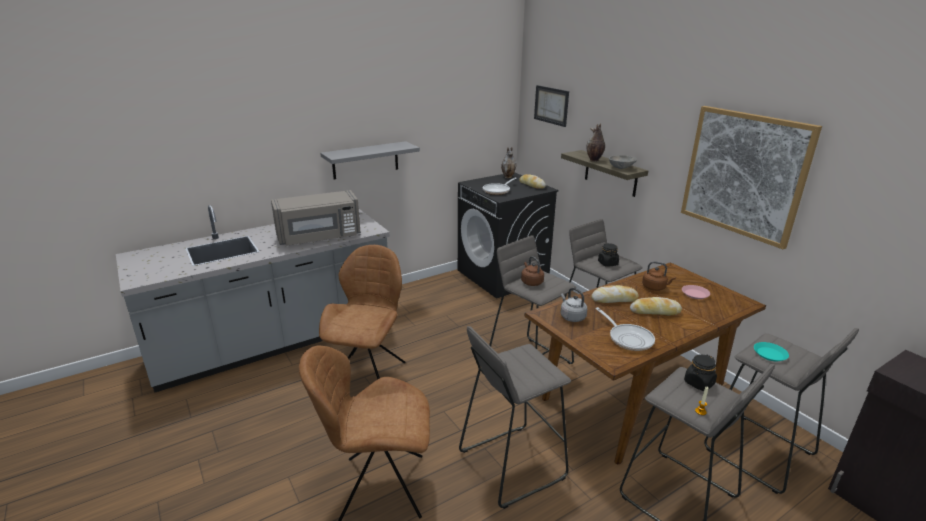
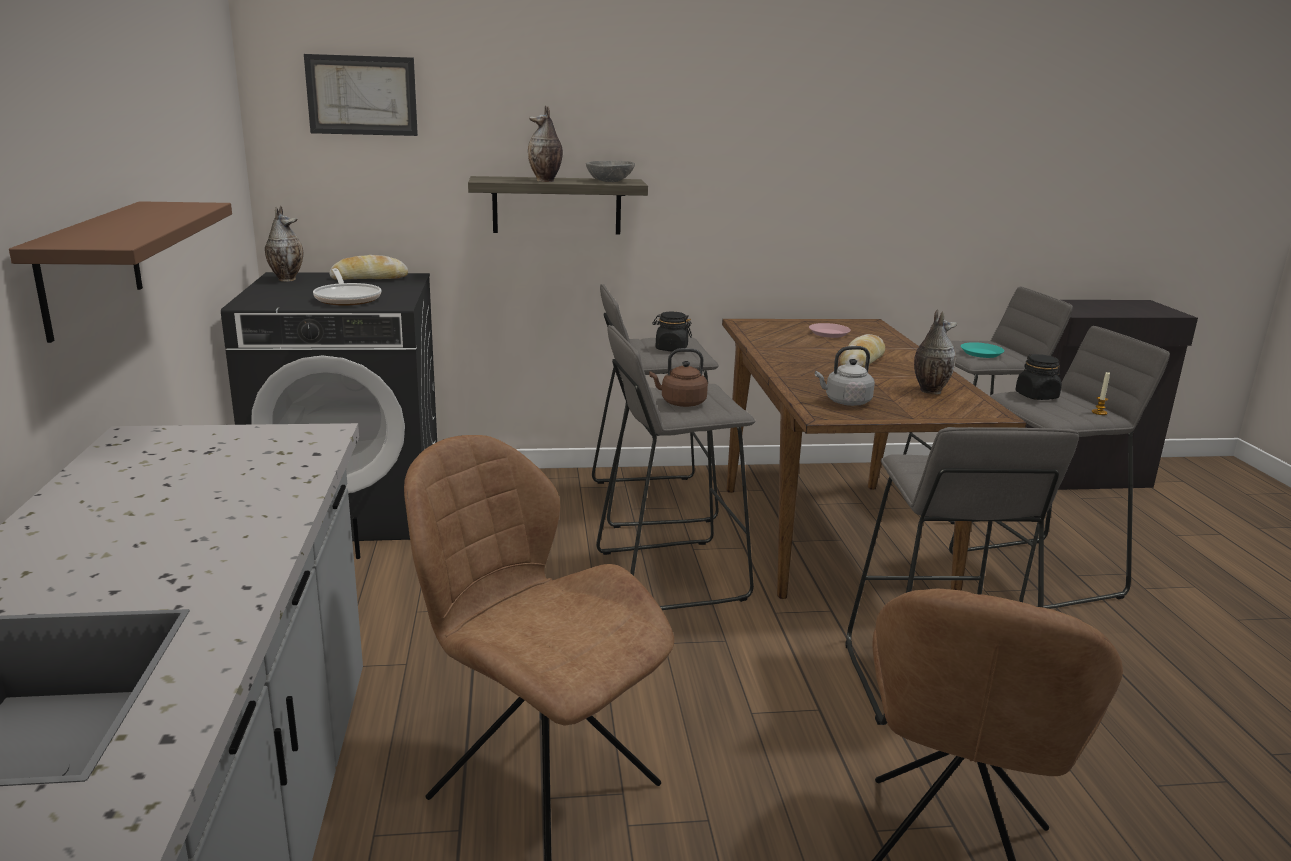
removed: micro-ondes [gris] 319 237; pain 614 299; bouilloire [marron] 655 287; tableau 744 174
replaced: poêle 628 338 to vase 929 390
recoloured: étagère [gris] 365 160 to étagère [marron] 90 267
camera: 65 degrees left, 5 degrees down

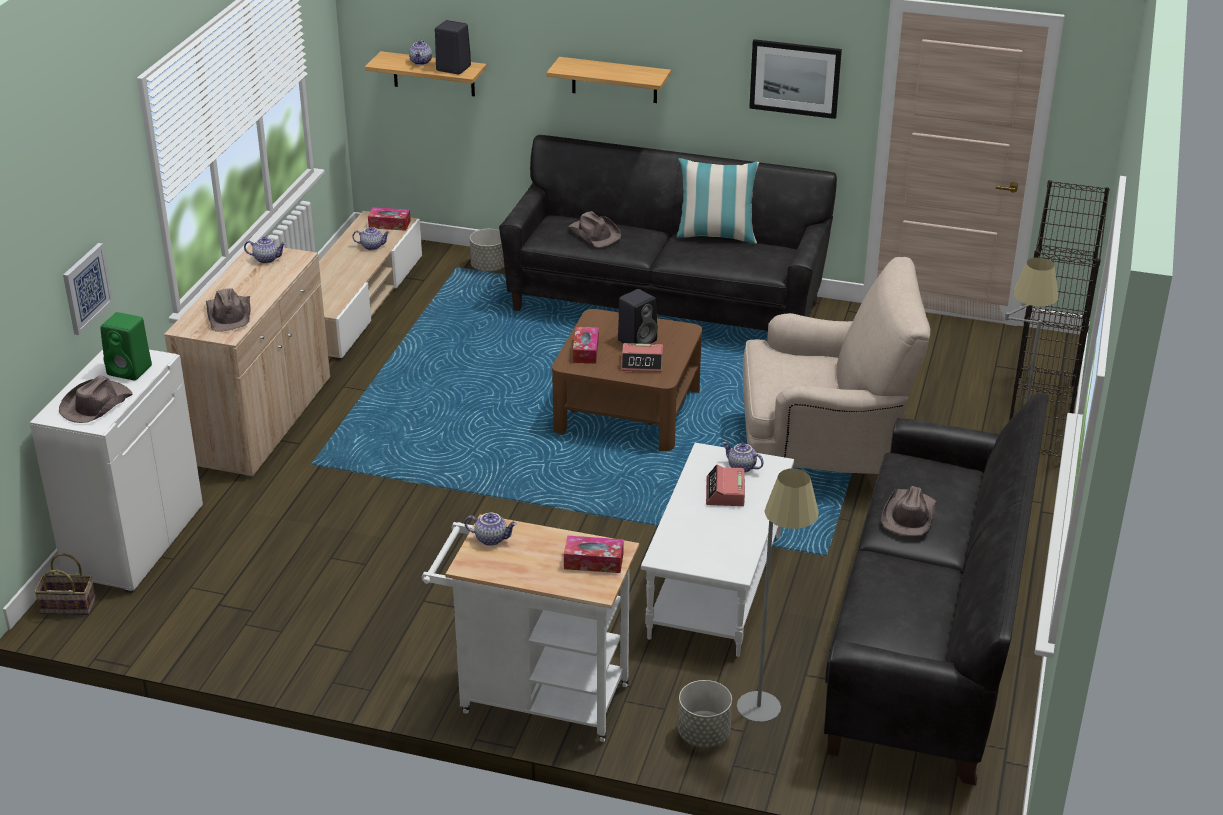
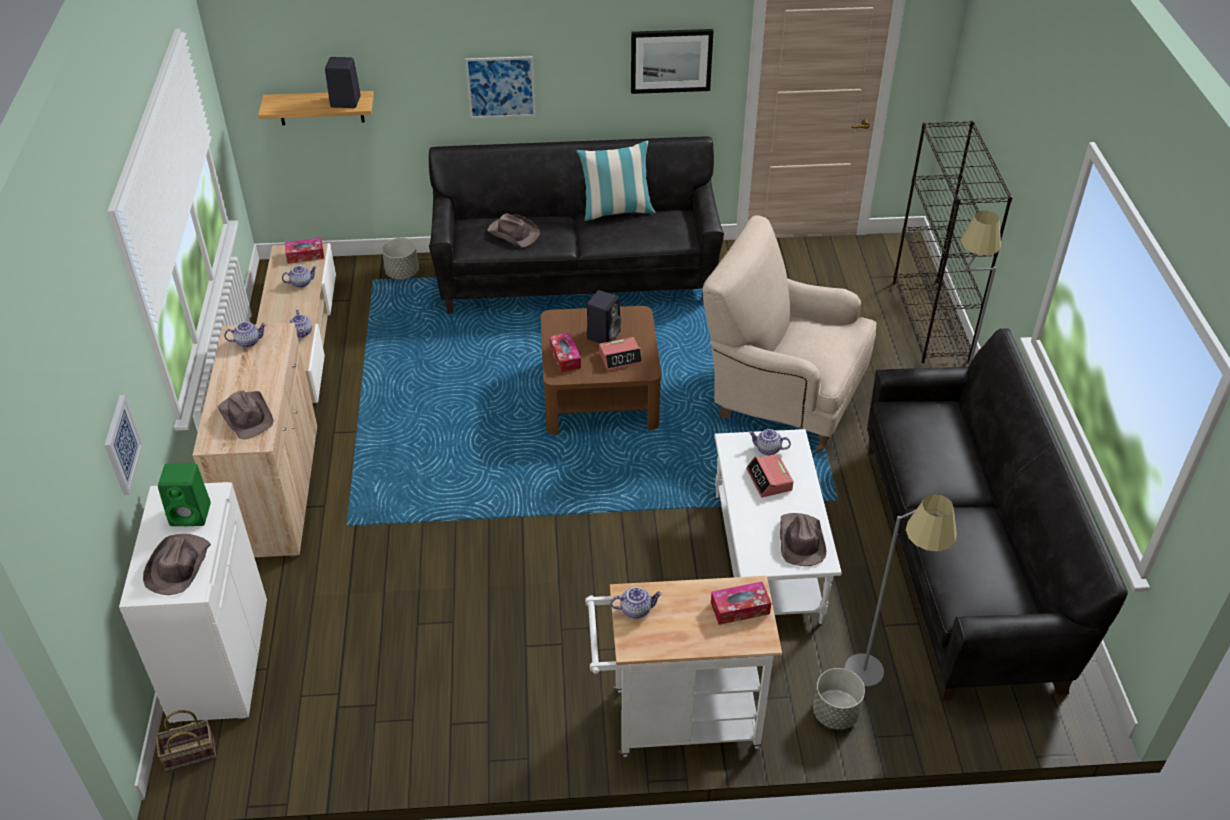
moved: théière 421 62 to 302 332; chapeau [marron] 909 515 to 800 541
replaced: étagère 614 80 to tableau 501 87
turned: fauteuil [beige] 823 453 = 782 398 135 degrees counterclockwise
camera: 20 degrees left, 10 degrees up

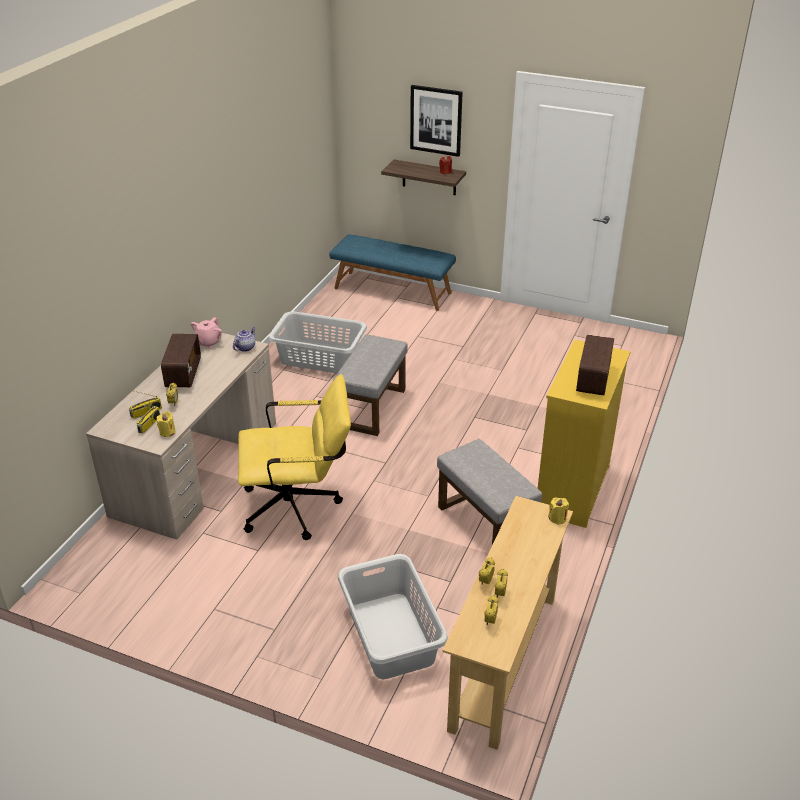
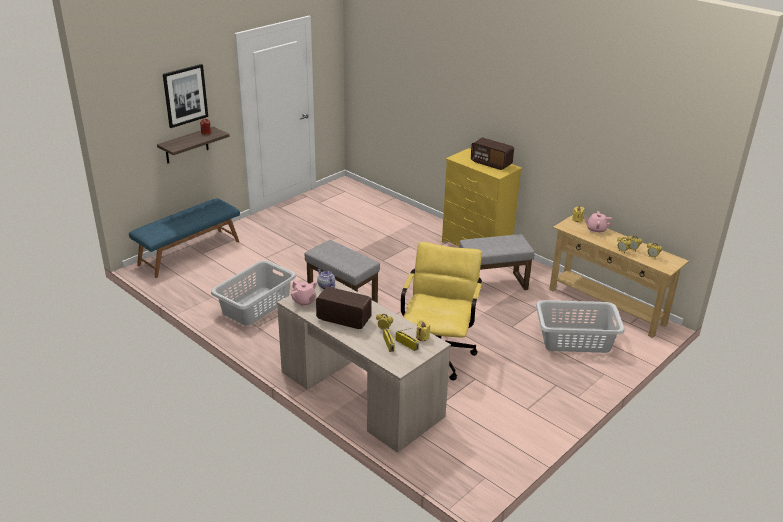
added: théière [rose] 596 229
camera: 70 degrees left, 5 degrees down

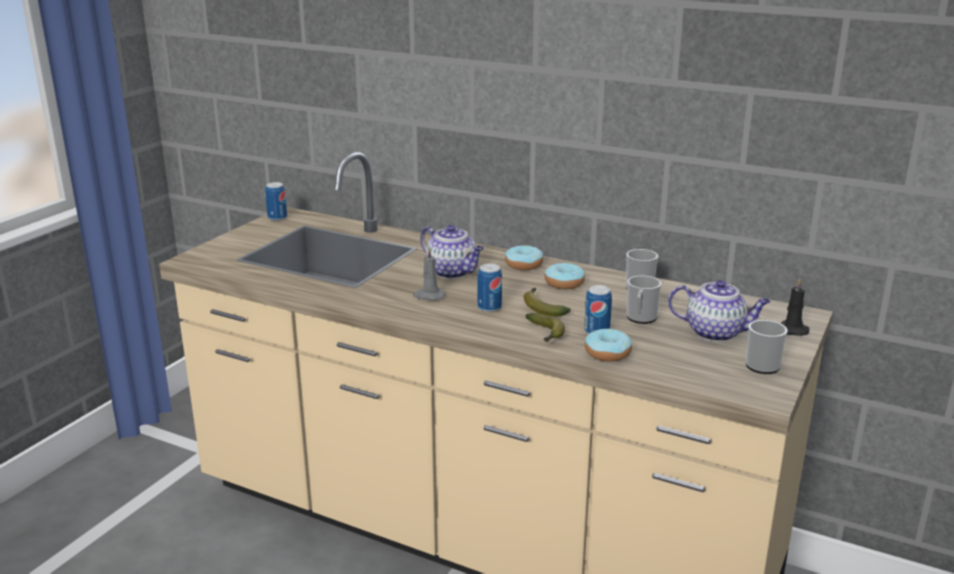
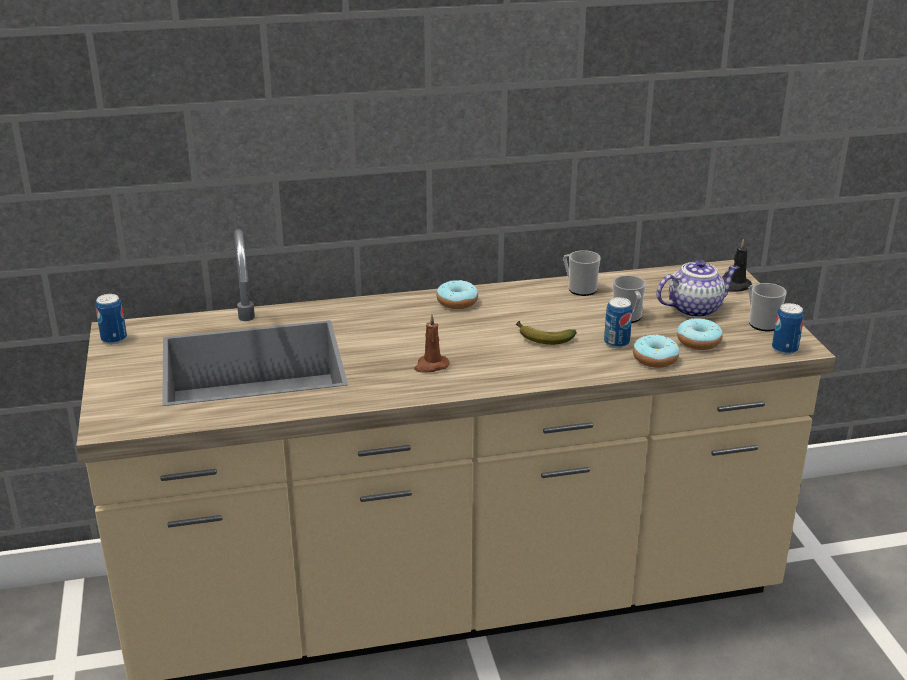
removed: théière 453 272; banane 545 334
moved: boîte métallique 489 307 to 784 349; beignet 564 283 to 698 342
recoloured: bougie [gris] 428 296 to bougie [marron] 431 366
camera: 40 degrees left, 5 degrees up

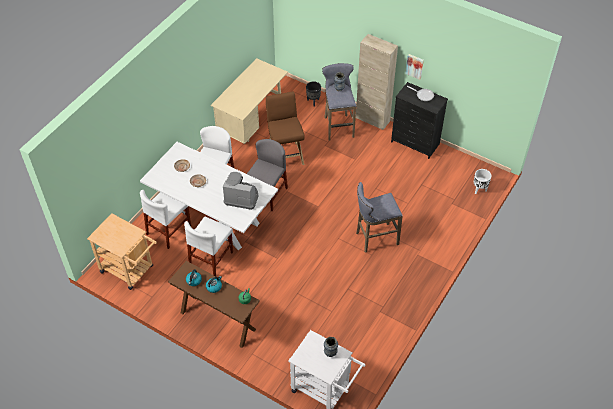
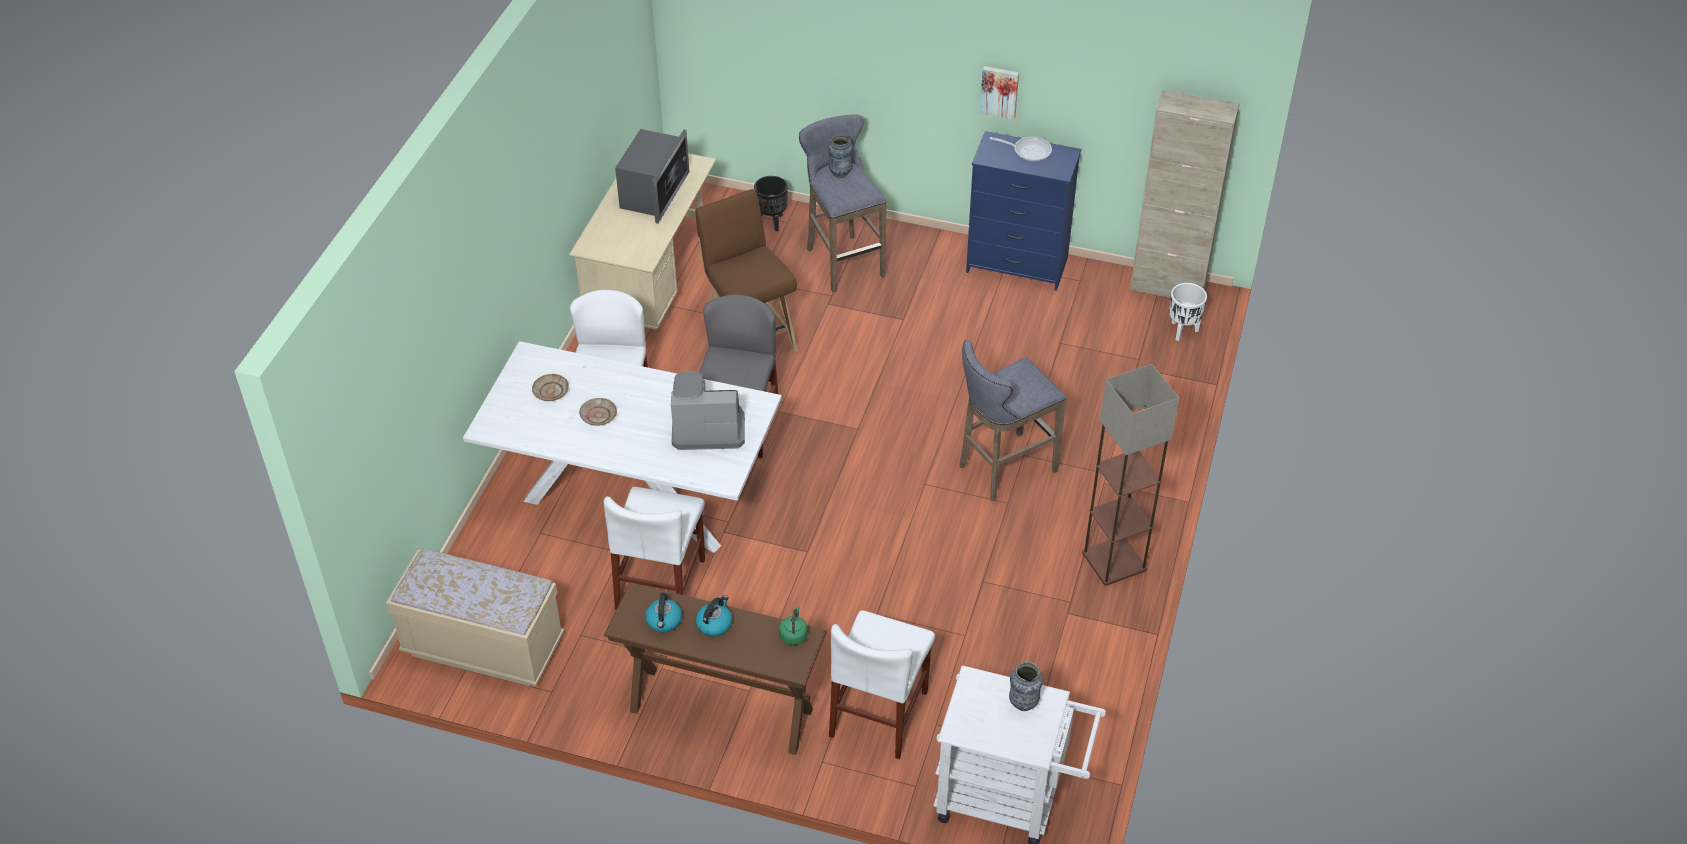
added: micro-ondes 653 192; lampadaire 1114 560
moved: chaise [blanc] 169 230 to 879 713; meuble de rangement [beige] 372 119 to 1167 287
replaced: chariot [beige] 130 271 to banc [beige] 483 647
recoloured: commode [noir] 415 143 to commode [bleu] 1016 265
camera: 15 degrees left, 5 degrees down

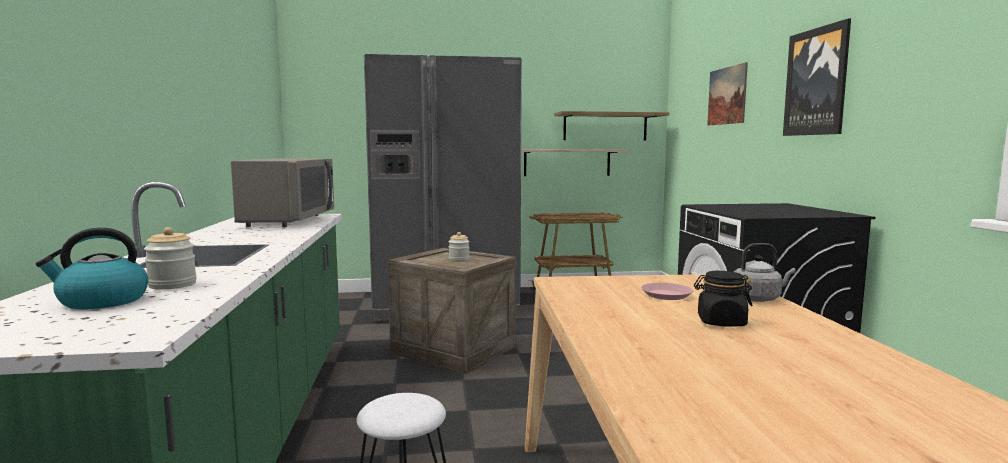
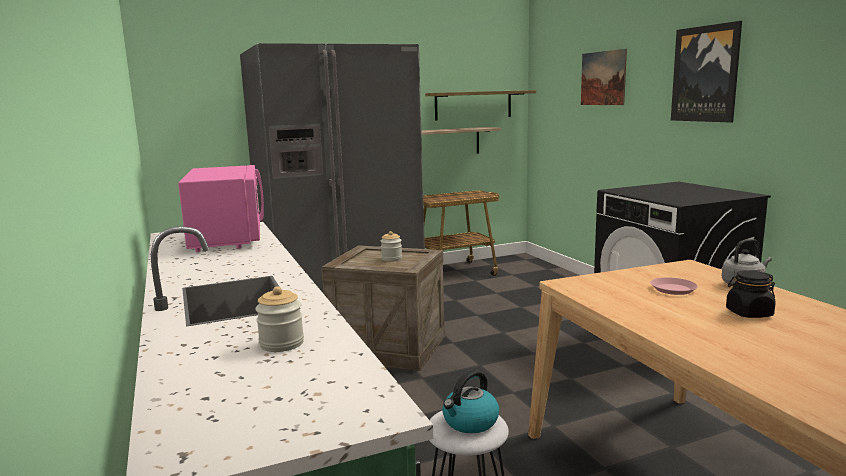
moved: bouilloire 102 301 to 470 422
recoloured: micro-ondes [gris] 289 221 to micro-ondes [rose] 227 238
camera: 15 degrees left, 5 degrees up

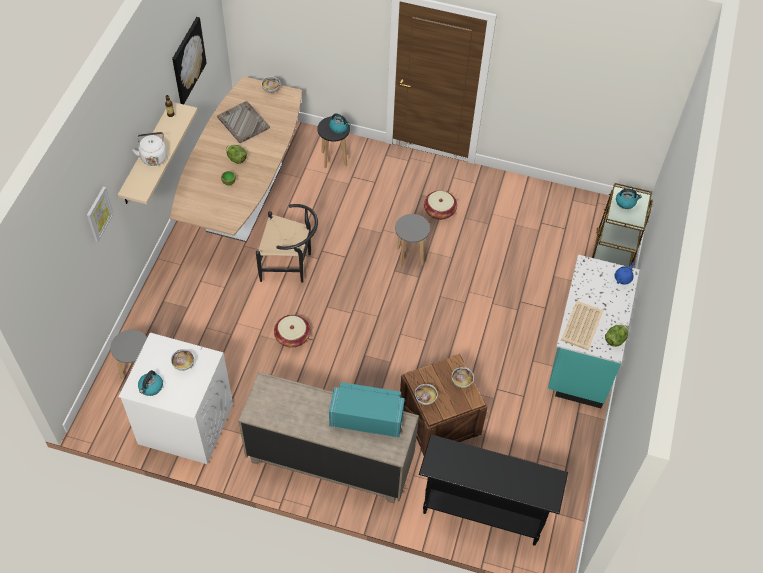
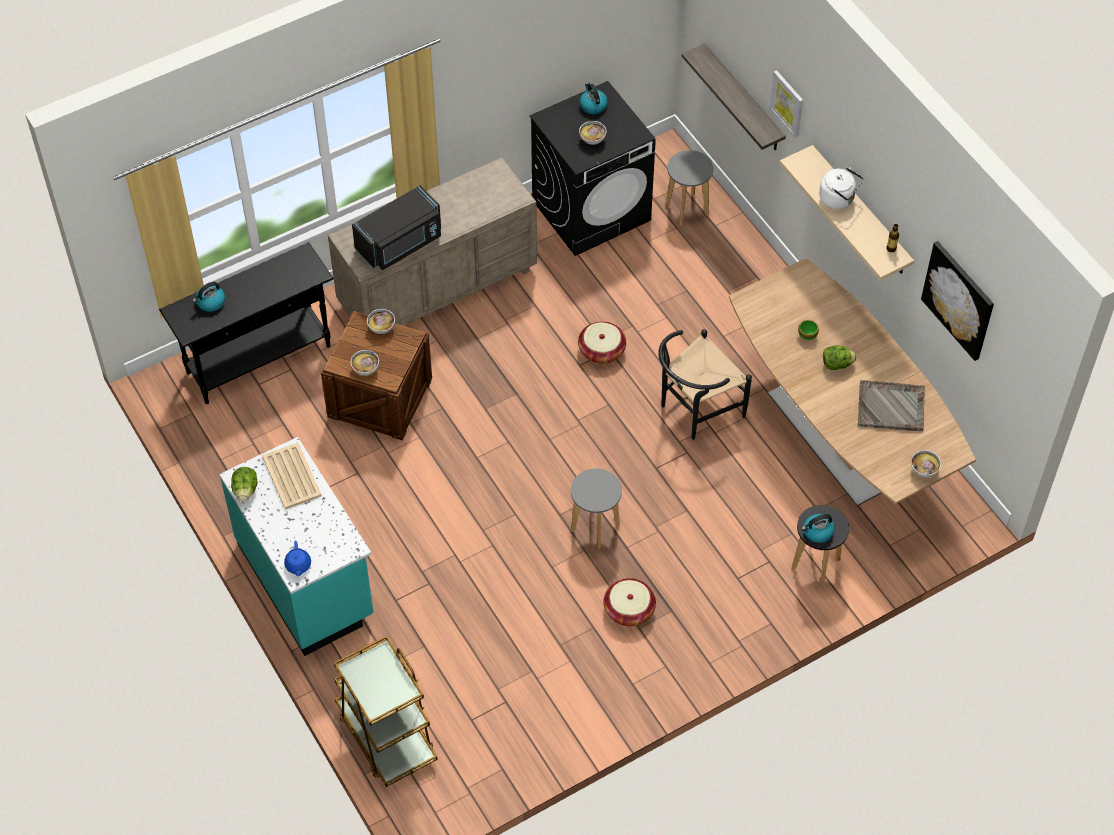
added: étagère 743 100
moved: bouilloire 625 202 to 210 302
recoloured: lave-linge [blanc] 185 423 to lave-linge [noir] 591 210; micro-ondes [turquoise] 367 418 to micro-ondes [noir] 400 243
camera: 135 degrees right, 0 degrees up

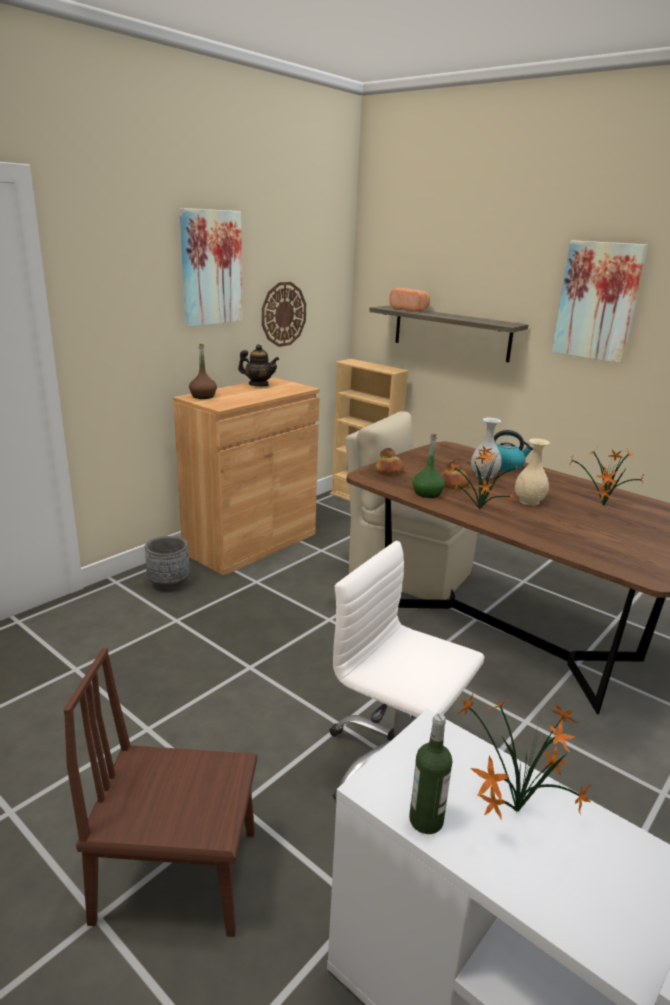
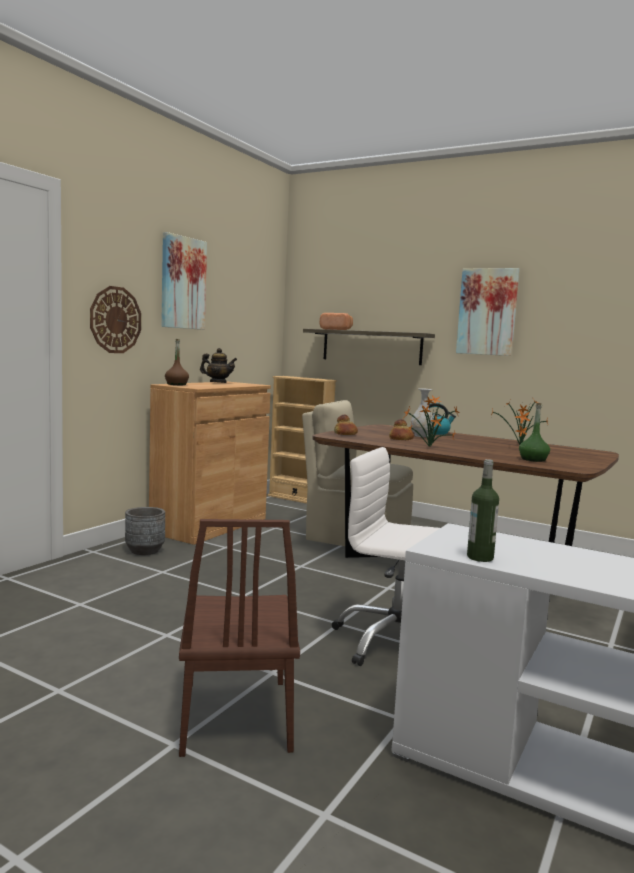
removed: plante en pot 513 813; vase [beige] 529 501
moved: horloge murale 283 314 to 115 320; bouteille [vert] 427 493 to 533 459
turned: chaise [marron] 177 875 = 236 715 90 degrees counterclockwise
camera: 10 degrees left, 15 degrees down

